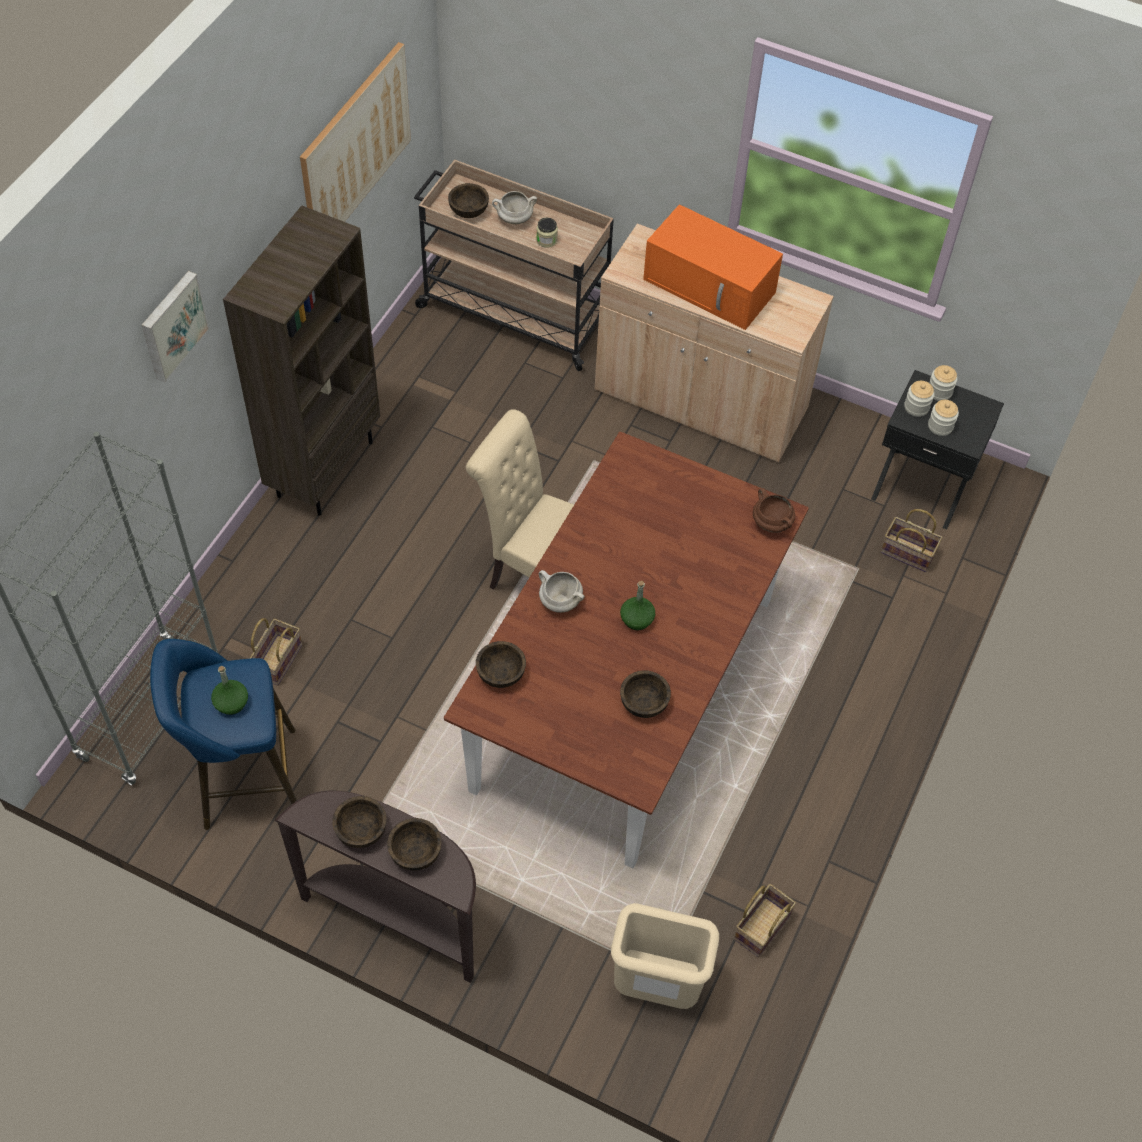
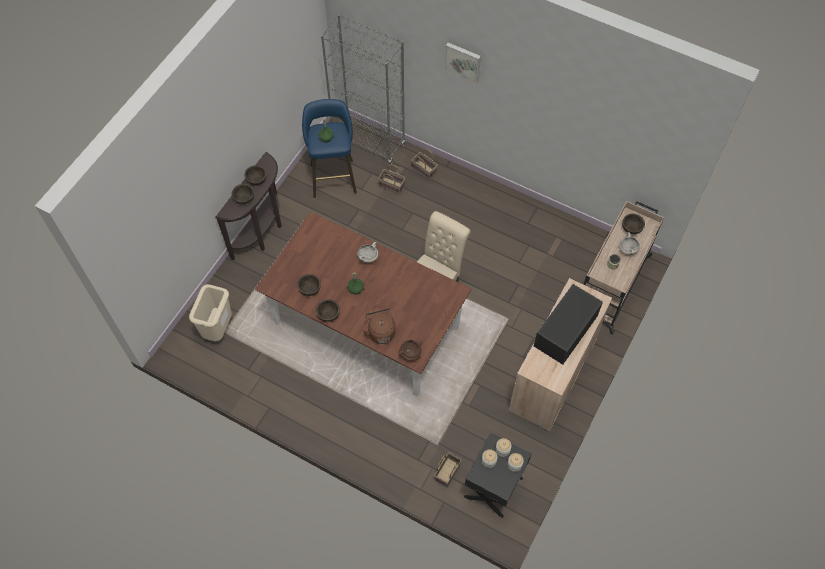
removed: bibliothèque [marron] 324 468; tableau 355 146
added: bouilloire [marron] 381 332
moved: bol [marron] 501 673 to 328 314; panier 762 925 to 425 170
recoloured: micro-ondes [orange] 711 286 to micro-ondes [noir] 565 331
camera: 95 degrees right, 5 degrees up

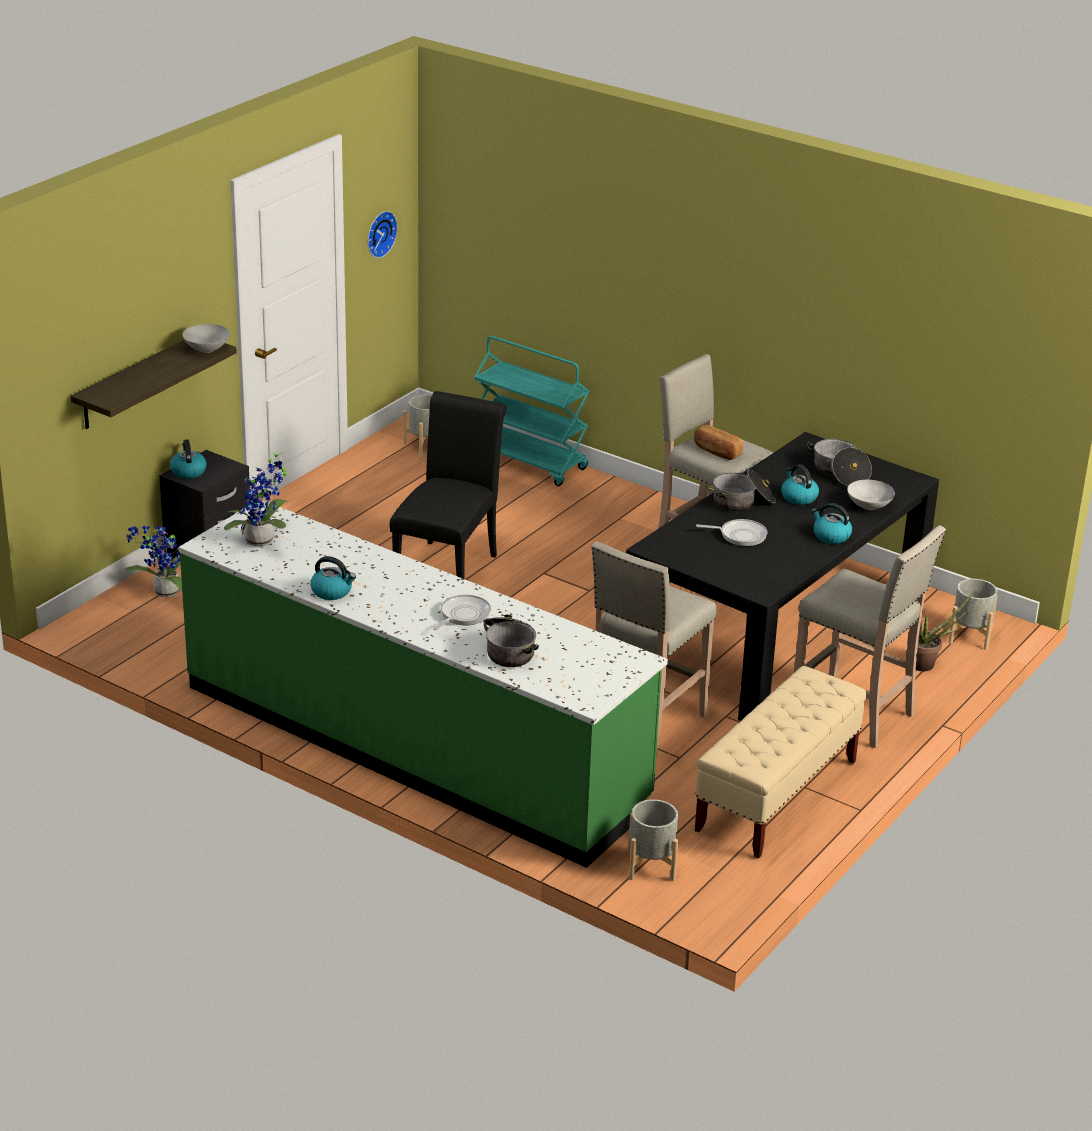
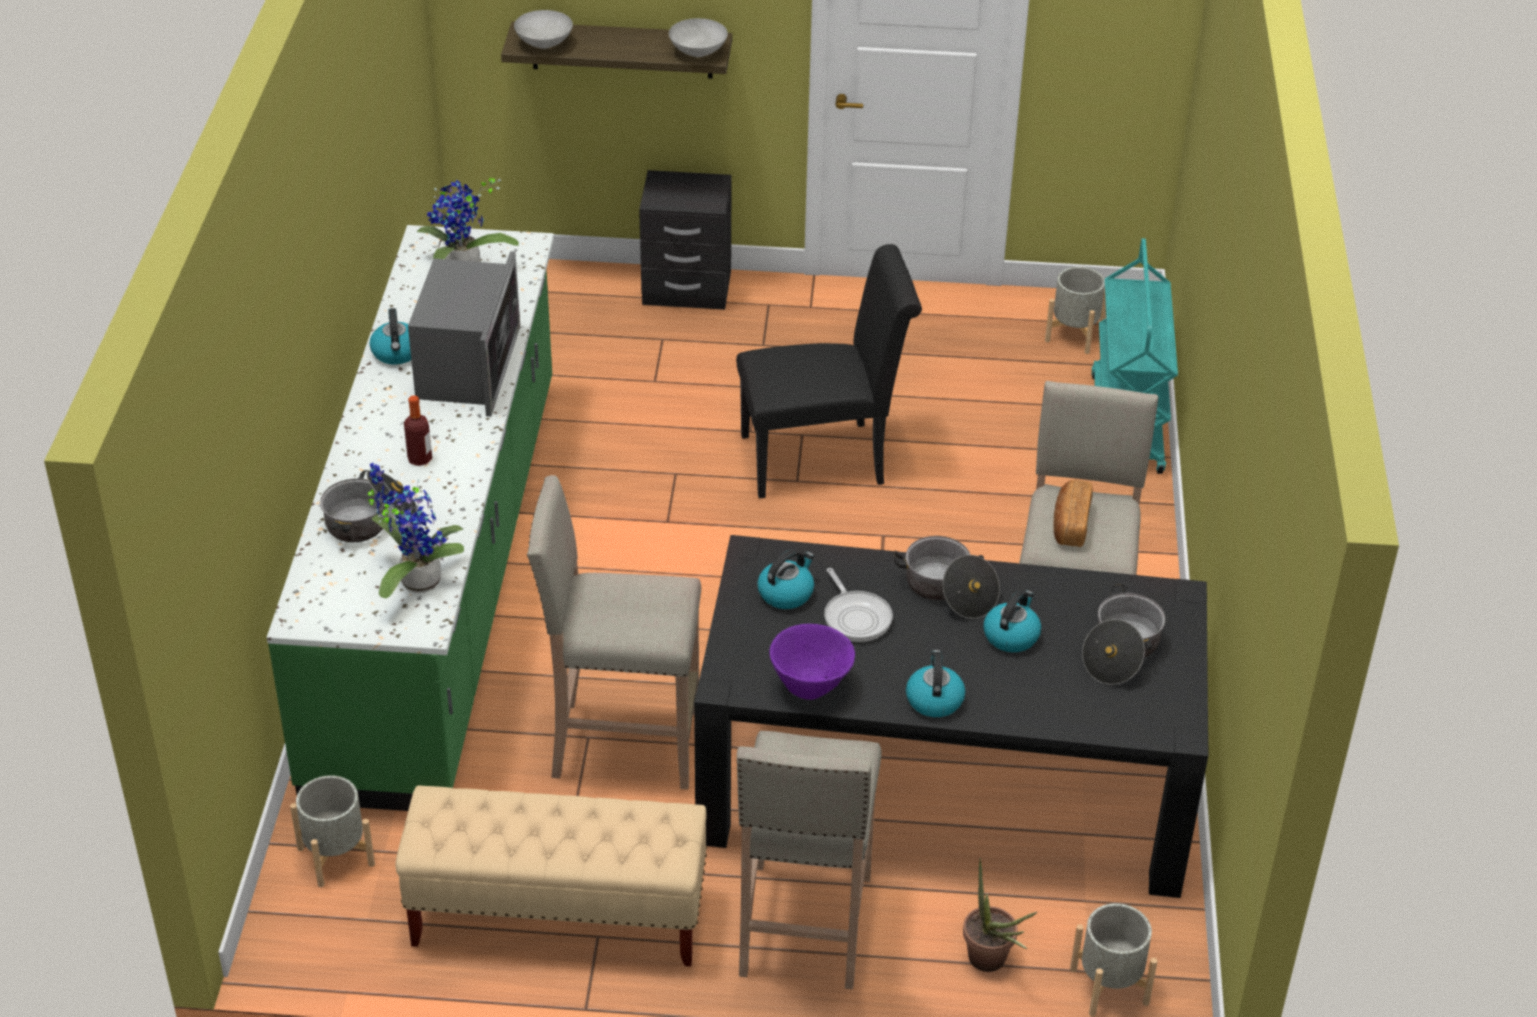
removed: horloge murale 379 233
added: micro-ondes 468 367; bol [violet] 811 686
moved: plante en pot 164 593 to 415 580; bouilloire 188 471 to 786 593; bol [gris] 868 507 to 543 44
replaced: poêle 463 615 to bouteille 420 459
camera: 60 degrees right, 10 degrees up

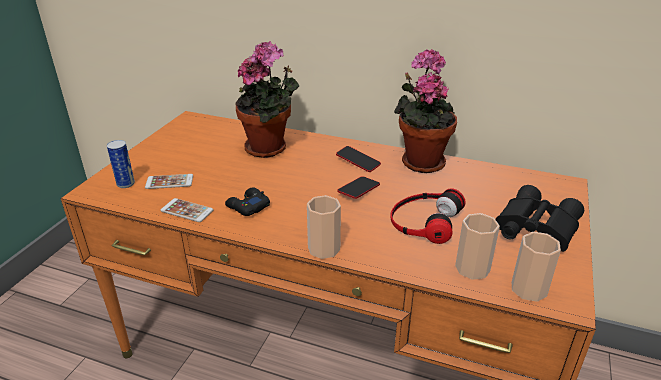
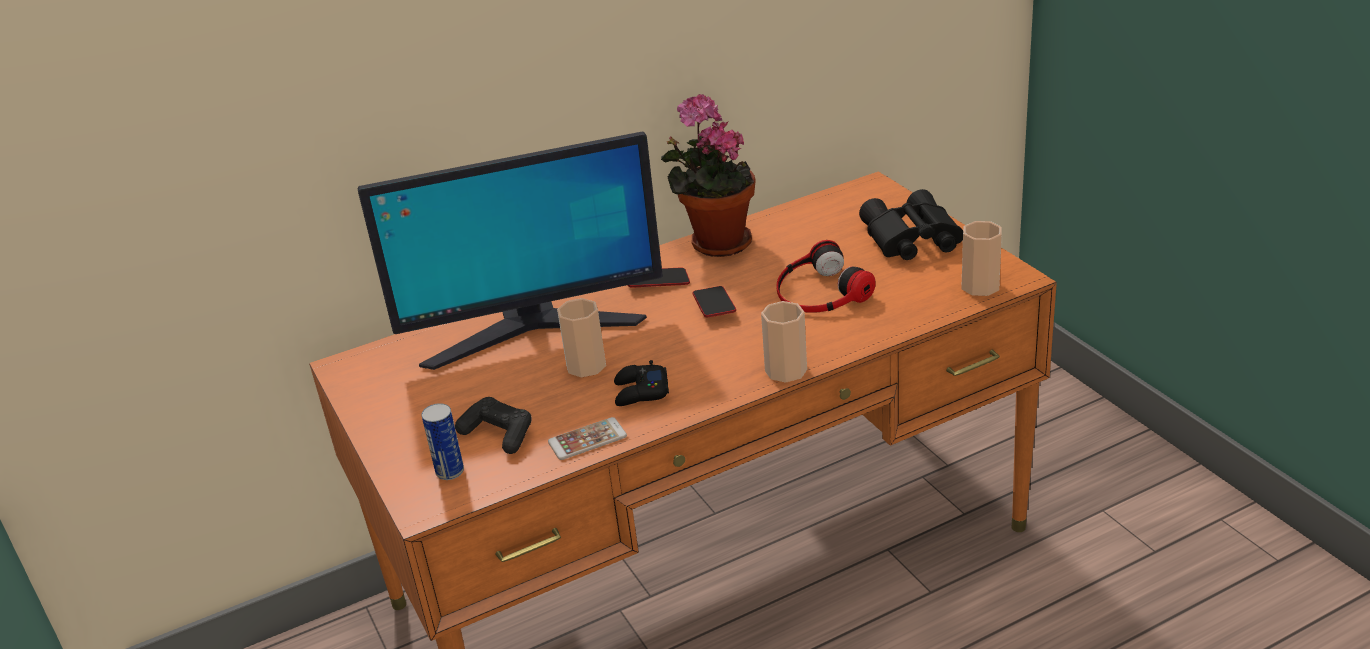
moved: tasse 472 268 to 586 366
replaced: téléphone 169 182 to manette [noir] 498 434; plante en pot 269 148 to écran d'ordinateur 532 330
camera: 45 degrees left, 0 degrees up

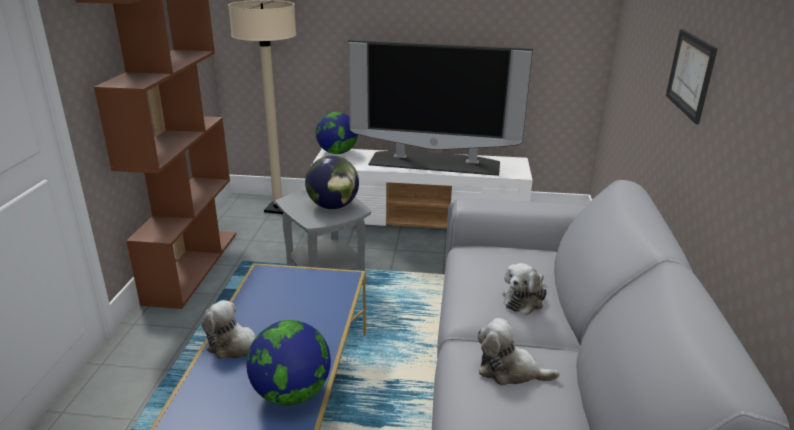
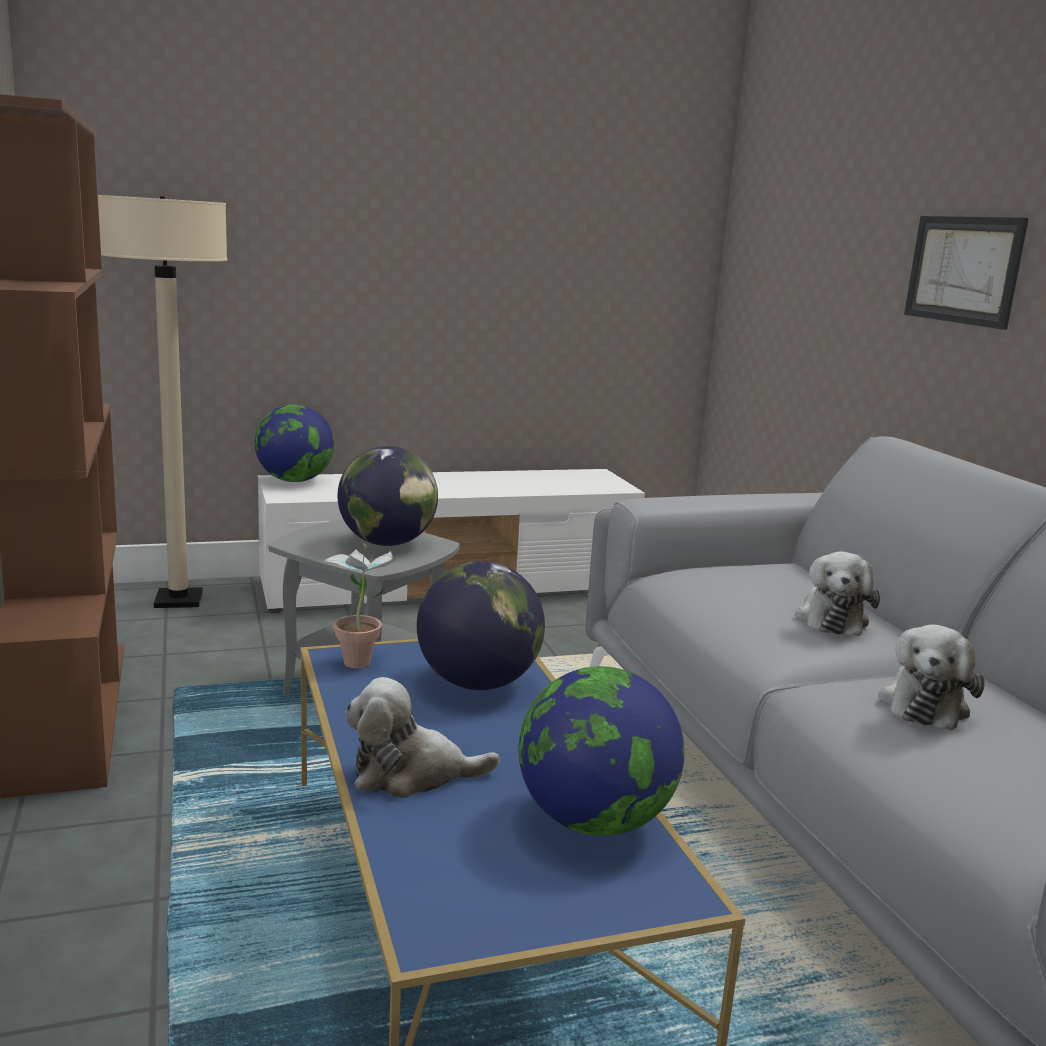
removed: téléviseur 435 163
added: plante en pot 361 658; globe 478 683
turned: peluche 510 371 = 924 704 60 degrees counterclockwise
camera: 25 degrees left, 10 degrees down

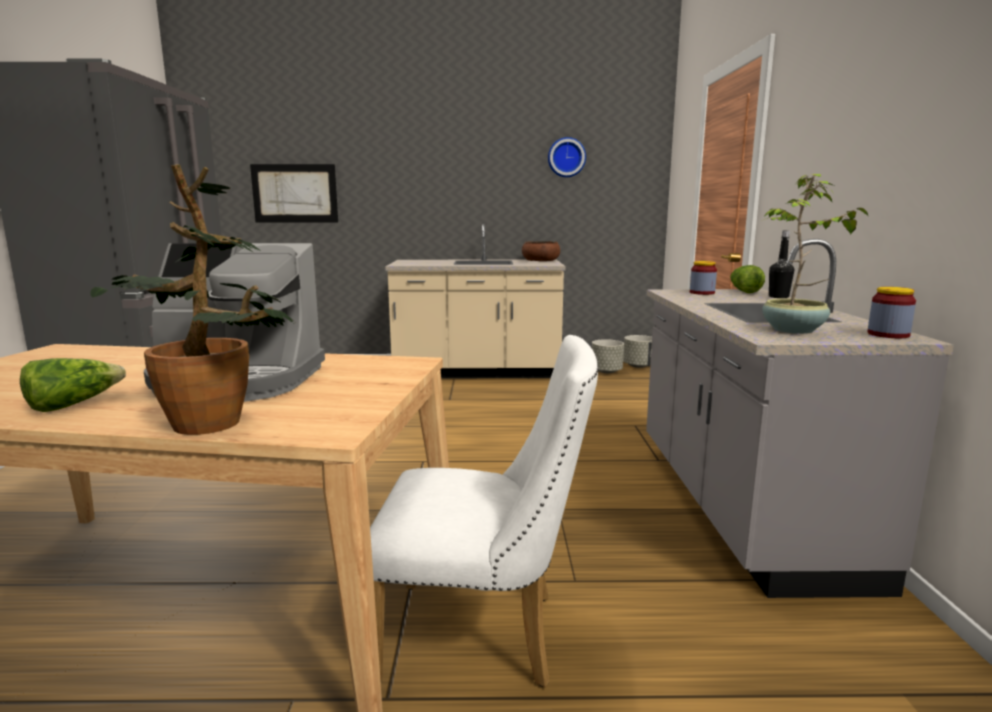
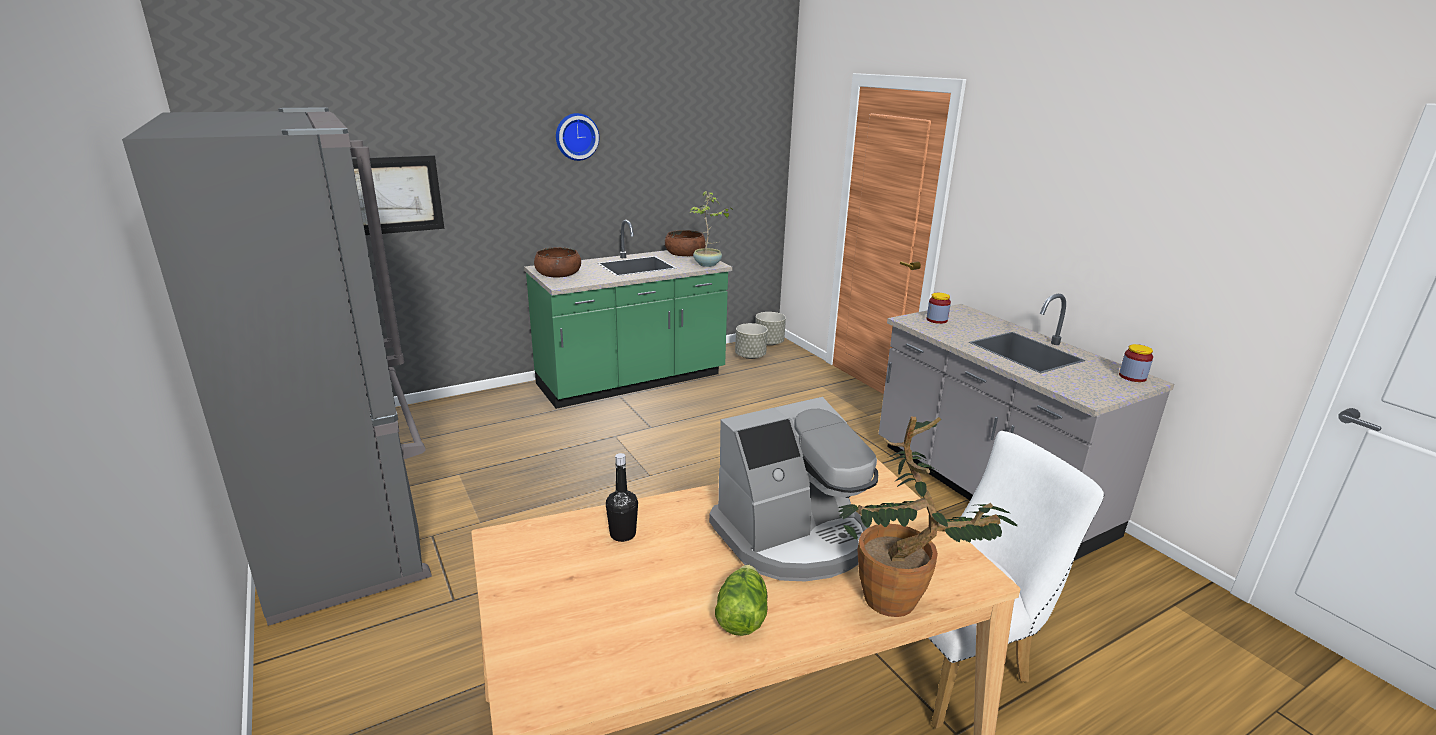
removed: laitue 743 291
added: bol [marron] 558 274
moved: horloge murale 566 157 to 576 136; plante en pot 794 330 to 707 264; bouteille [noir] 778 297 to 623 534
recoloured: comptoir de cuisine [beige] 477 372 to comptoir de cuisine [vert] 632 381
camera: 30 degrees left, 10 degrees up

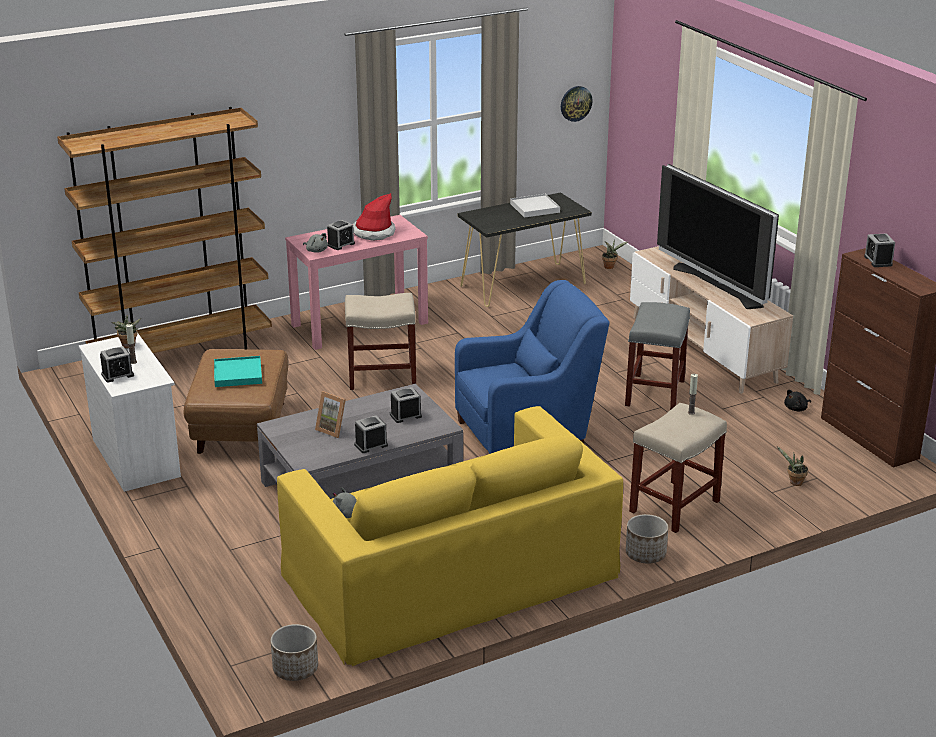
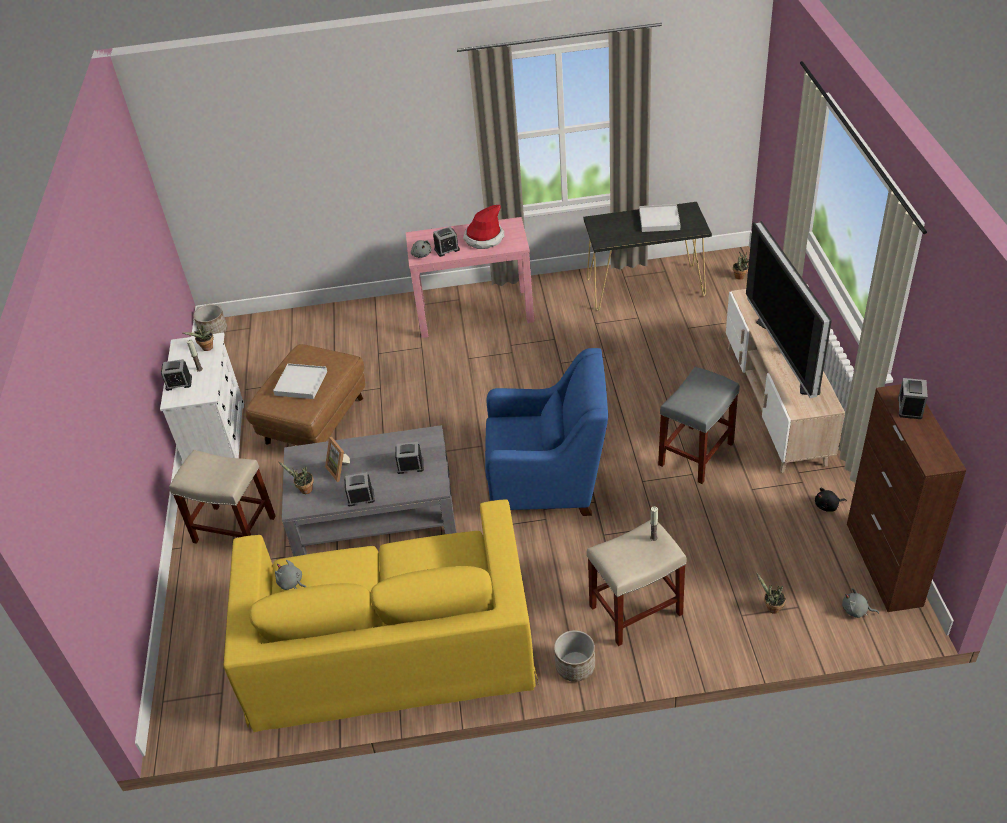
removed: bibliothèque [marron] 182 352; horloge murale 575 103
added: plante en pot 304 490; peluche [gris] 856 610
moved: cache-pot 295 669 to 213 331; tabouret [beige] 381 377 to 233 529
recoloured: plateau [turquoise] 238 374 to plateau [blanc] 301 383
camera: 25 degrees right, 15 degrees up

